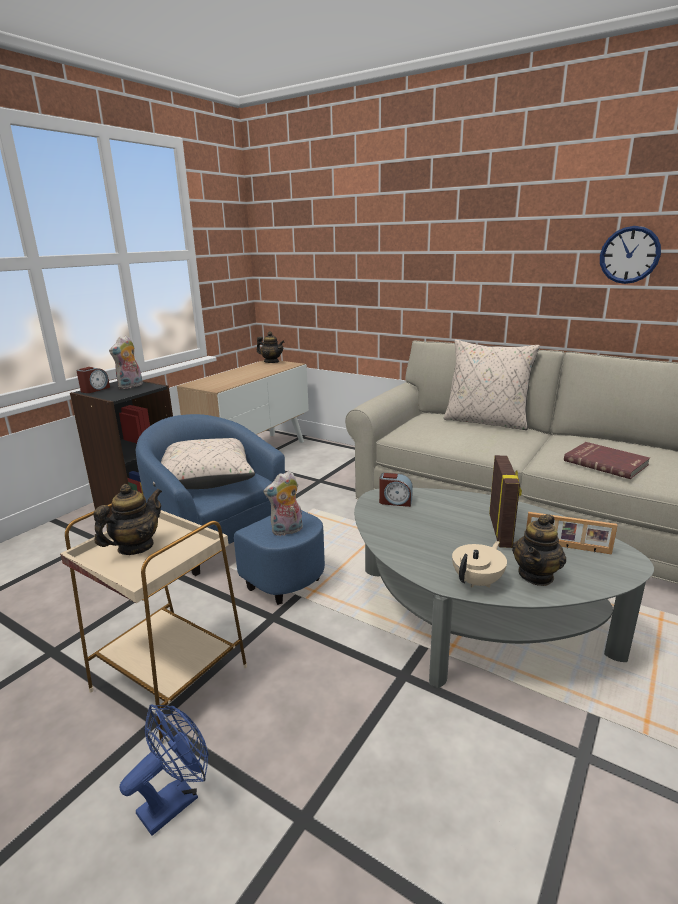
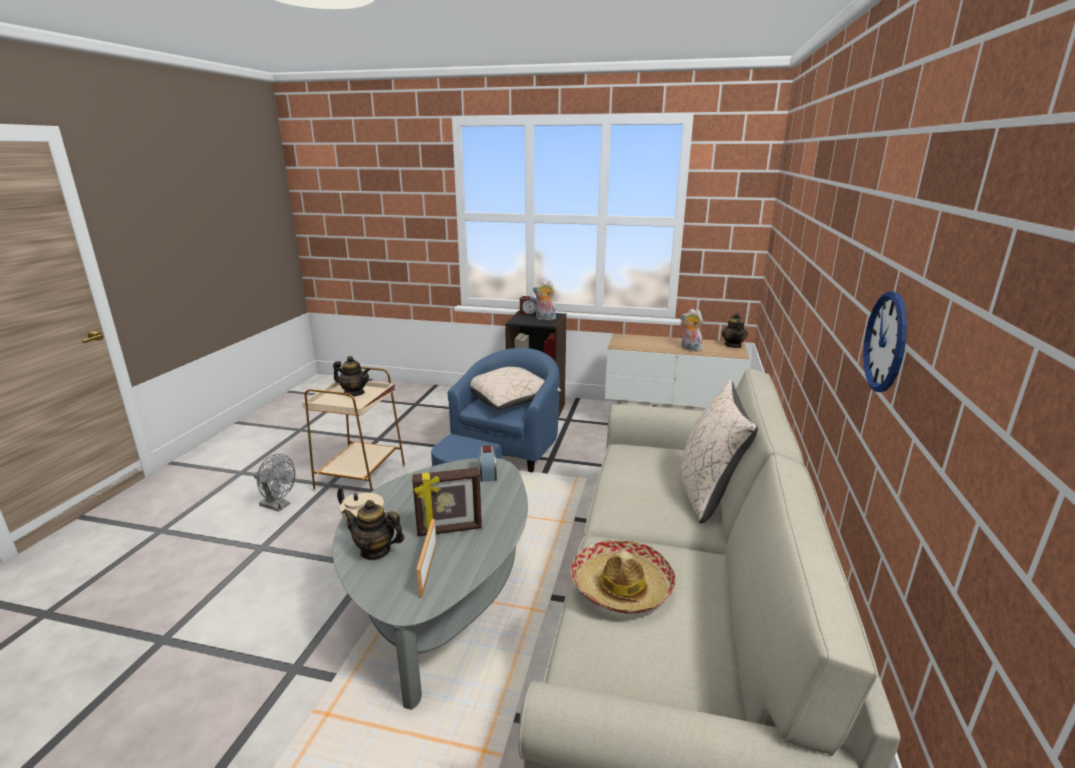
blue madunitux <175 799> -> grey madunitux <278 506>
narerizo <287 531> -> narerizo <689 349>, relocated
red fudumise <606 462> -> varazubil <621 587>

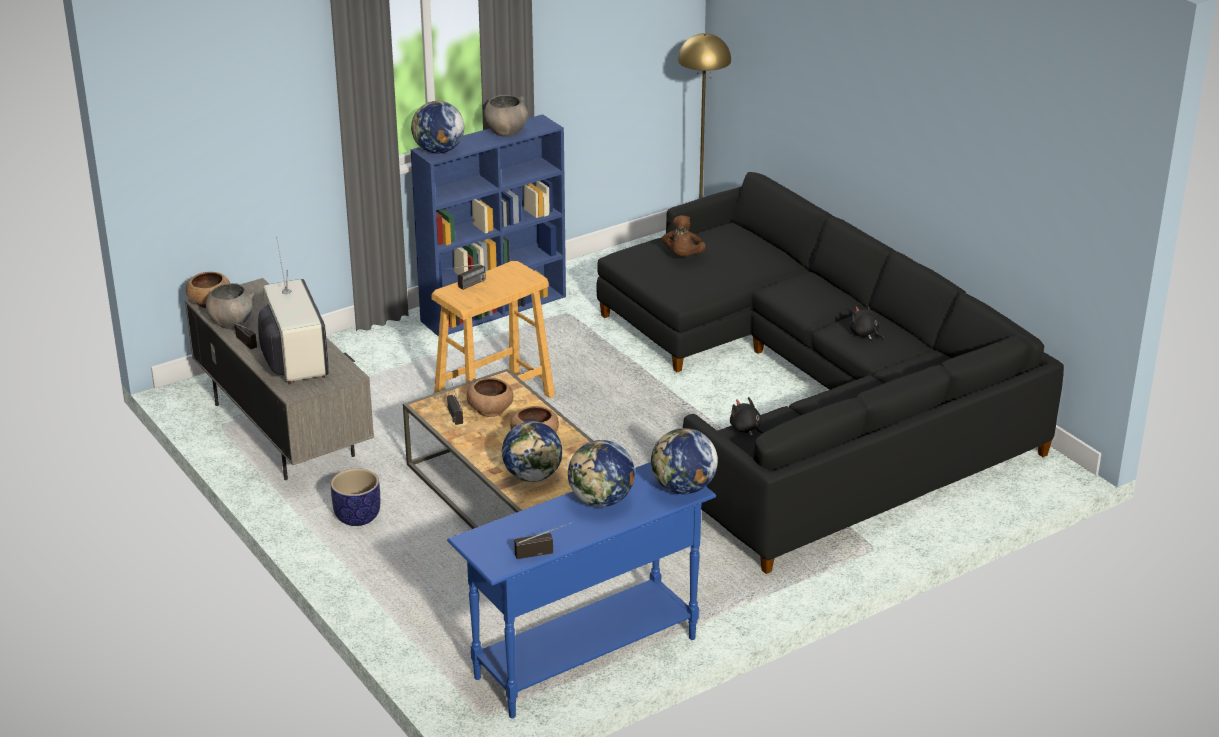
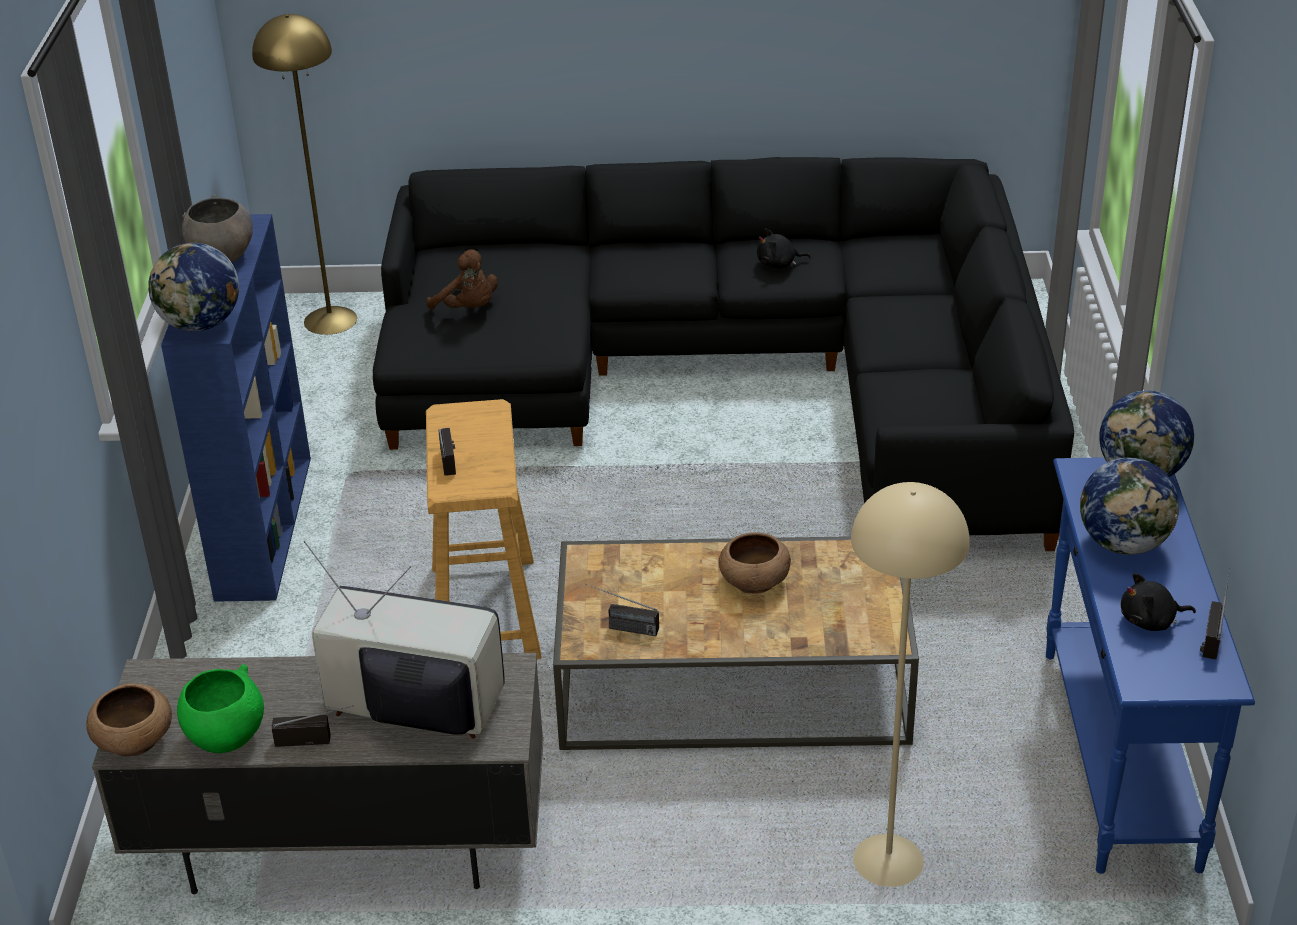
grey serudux <231 322> -> green serudux <225 737>
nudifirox <358 516> -> none
brown serudux <490 409> -> none
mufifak <533 476> -> none
black narerizo <746 429> -> black narerizo <1150 621>, relocated
none -> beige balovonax <887 862>

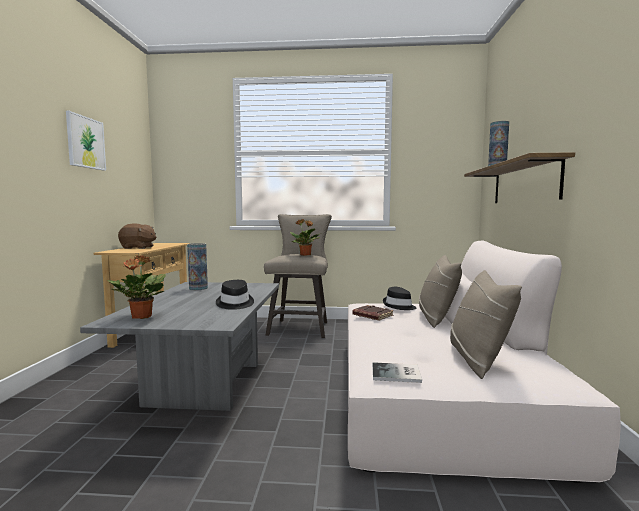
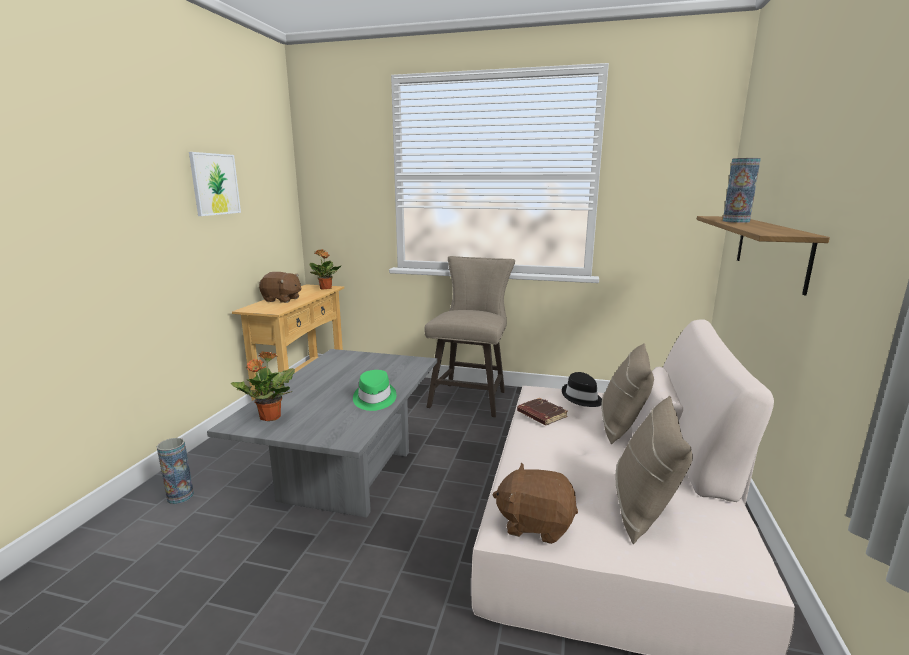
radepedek <198 288> -> radepedek <180 496>, relocated
black varazubil <234 304> -> green varazubil <374 399>
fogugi <305 255> -> fogugi <325 288>, relocated
fudumise <397 374> -> brown narerizo <535 523>

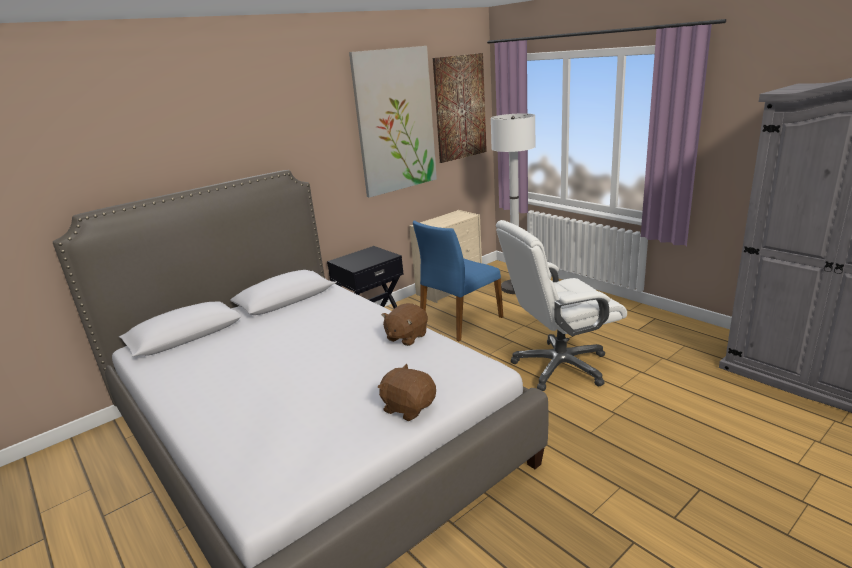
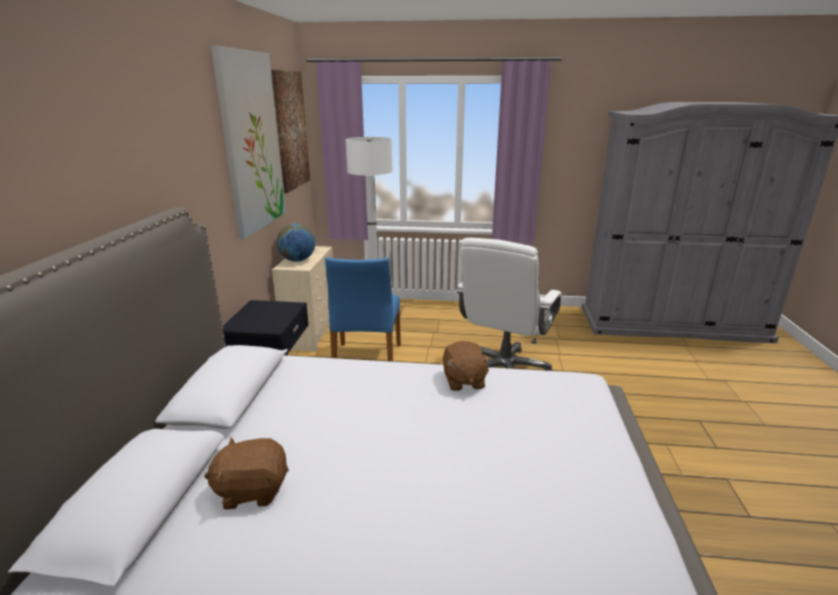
brown narerizo <408 407> -> brown narerizo <252 490>, relocated
none -> mufifak <297 260>

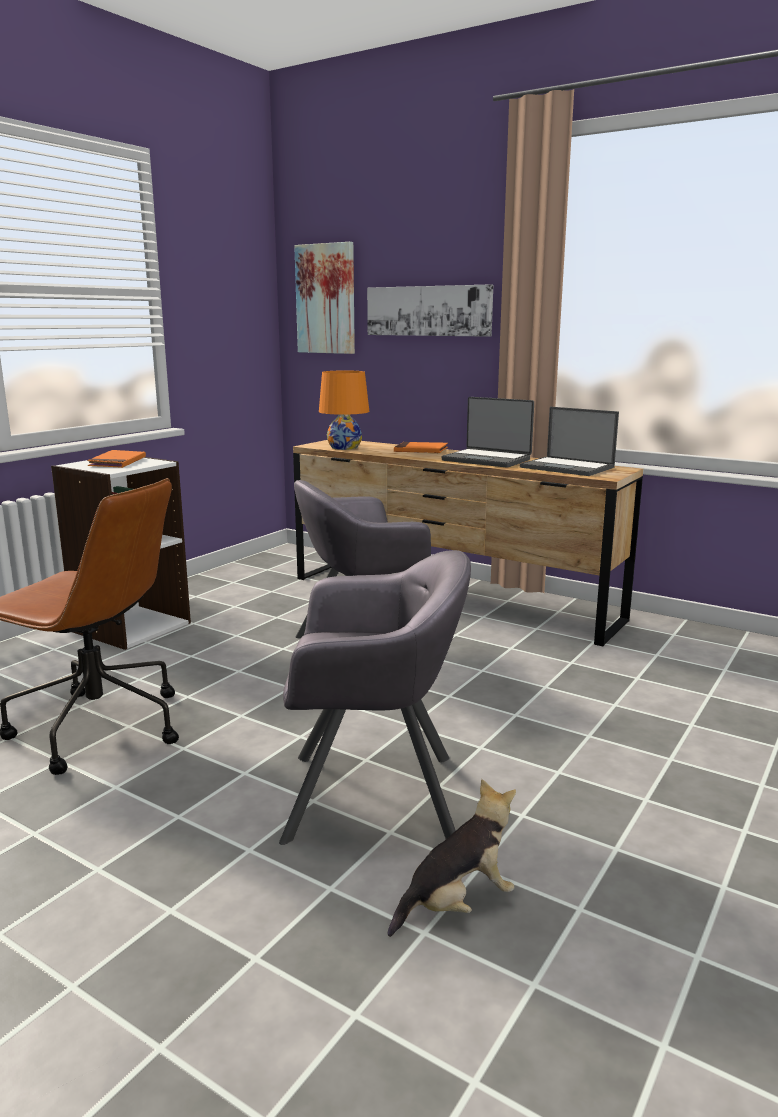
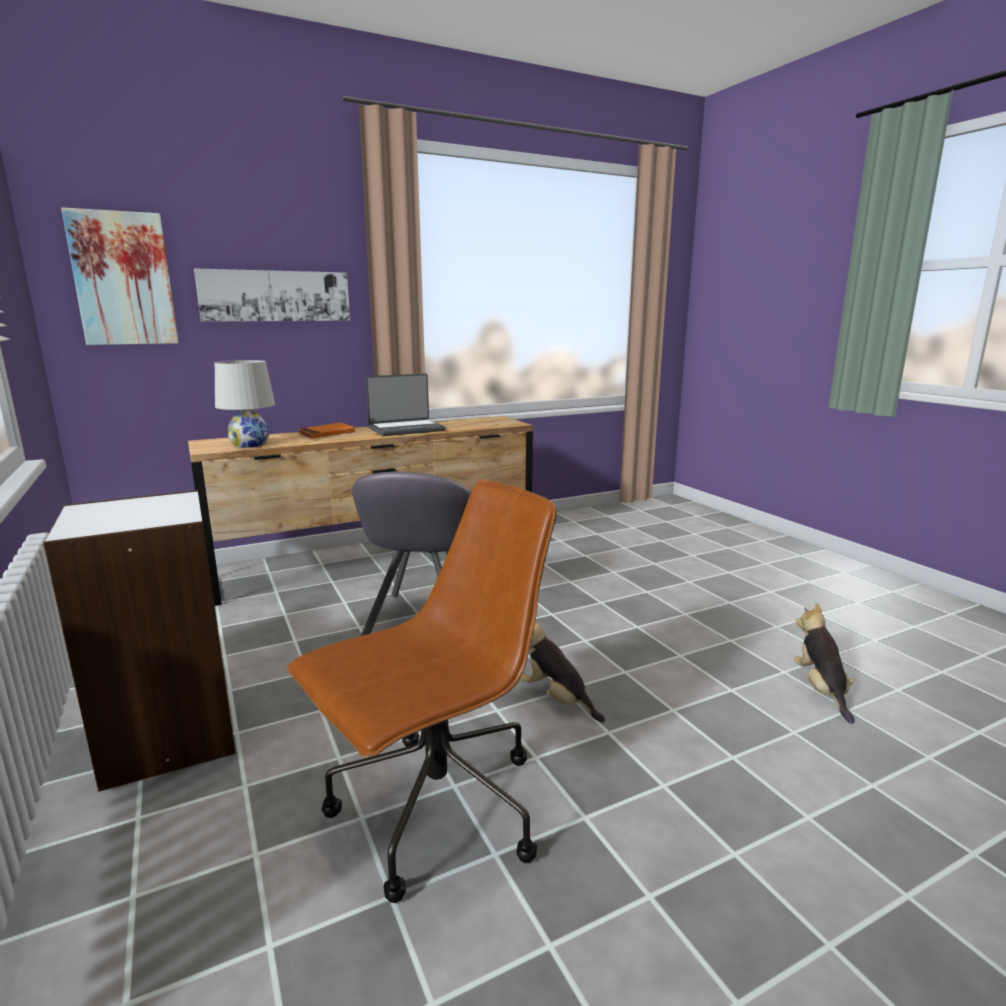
orange fudumise <117 462> -> none
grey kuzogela <374 797> -> none
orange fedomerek <344 447> -> white fedomerek <249 445>
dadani <568 467> -> none
none -> narerizo <556 699>

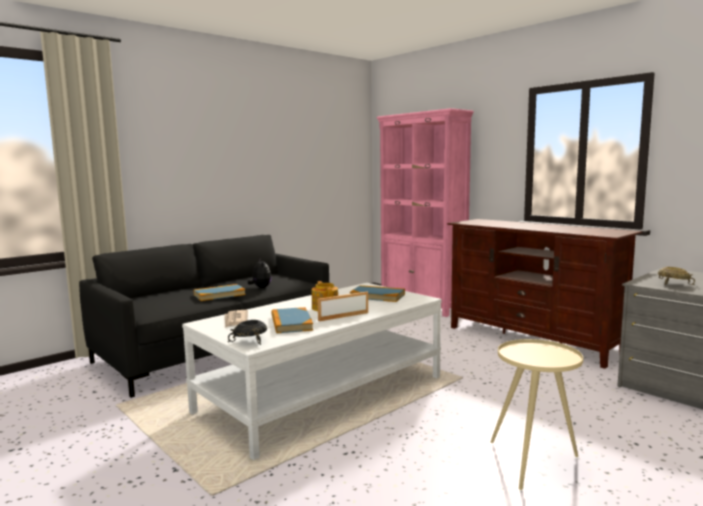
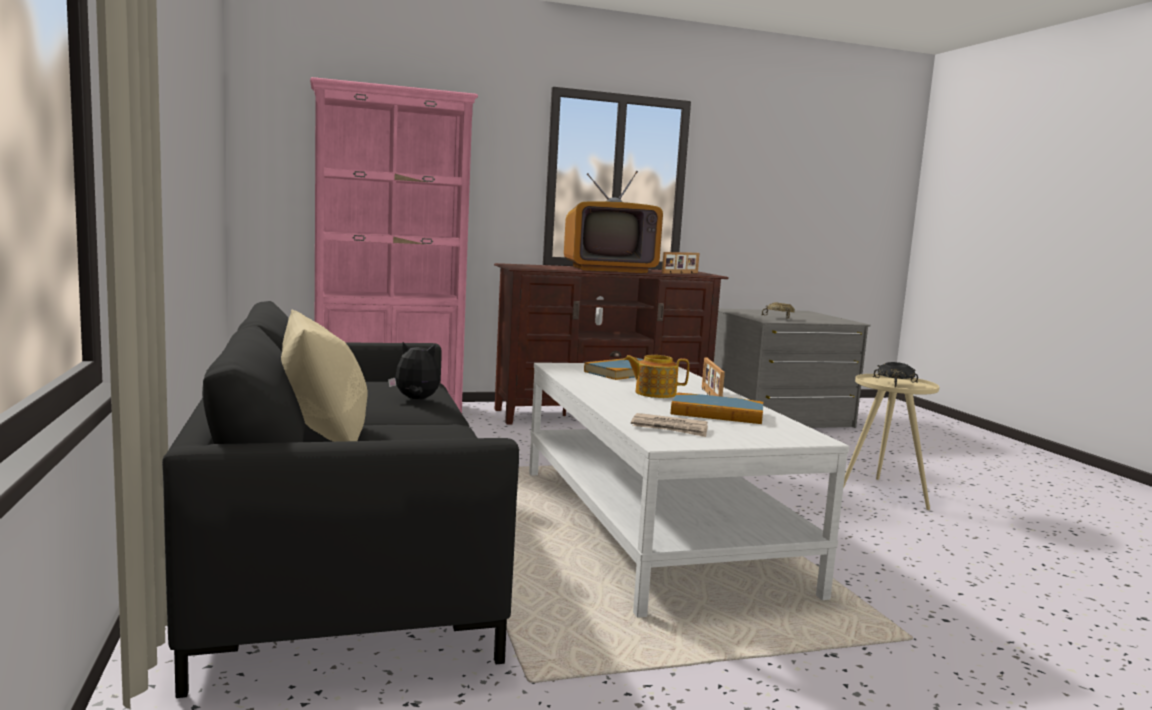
fudumise <219 295> -> none
black serudux <251 341> -> black serudux <894 384>, relocated
none -> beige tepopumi <324 434>
none -> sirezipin <609 269>
none -> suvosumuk <680 273>

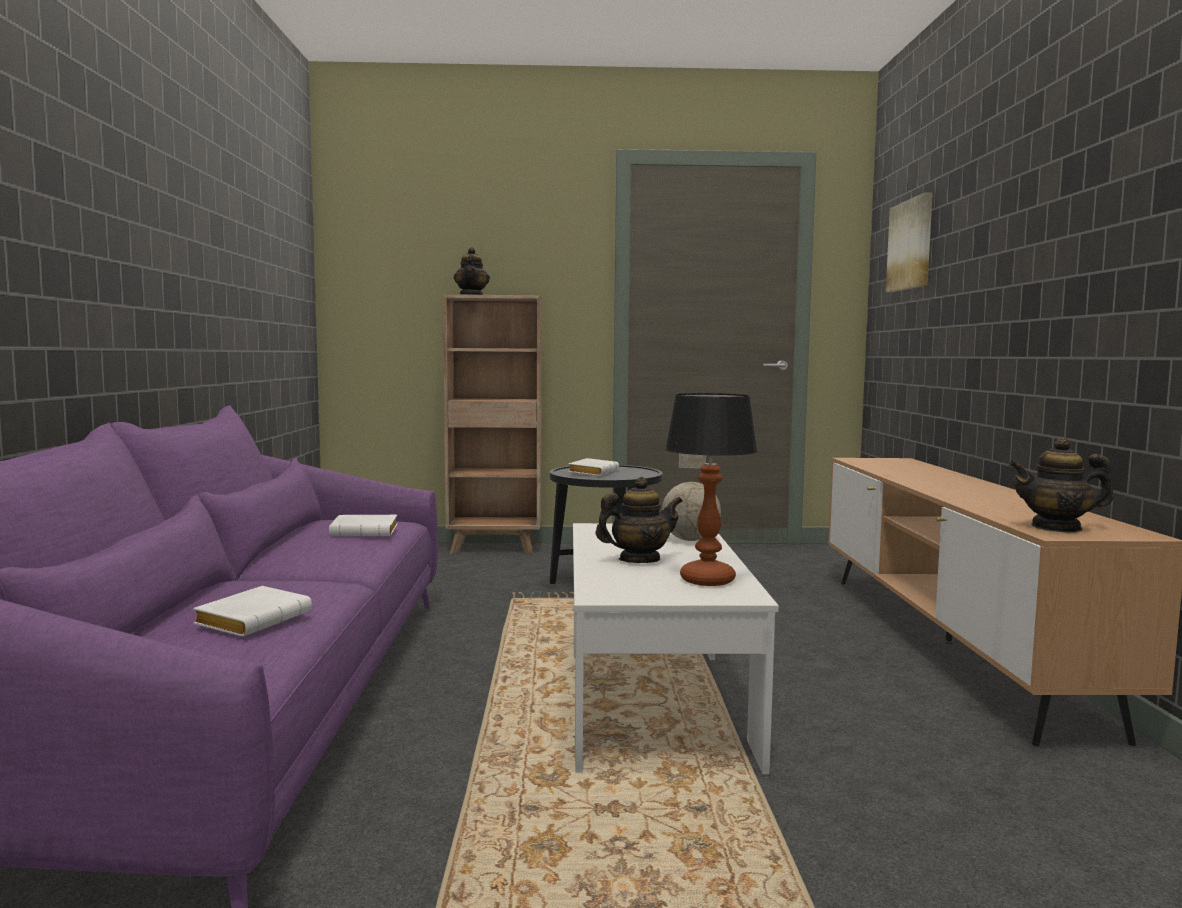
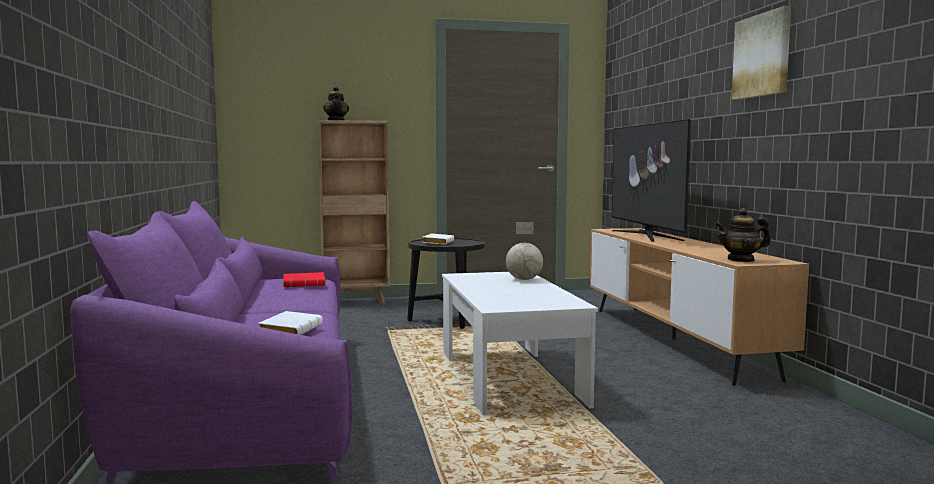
white fudumise <366 532> -> red fudumise <305 284>
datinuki <639 560> -> none
fedomerek <707 579> -> none
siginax <911 245> -> siginax <762 55>, relocated
none -> sirezipin <646 235>

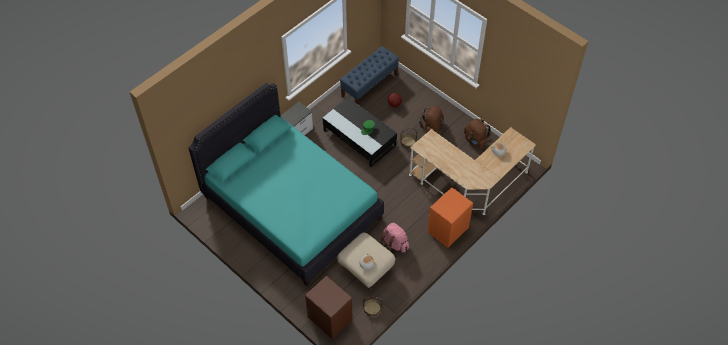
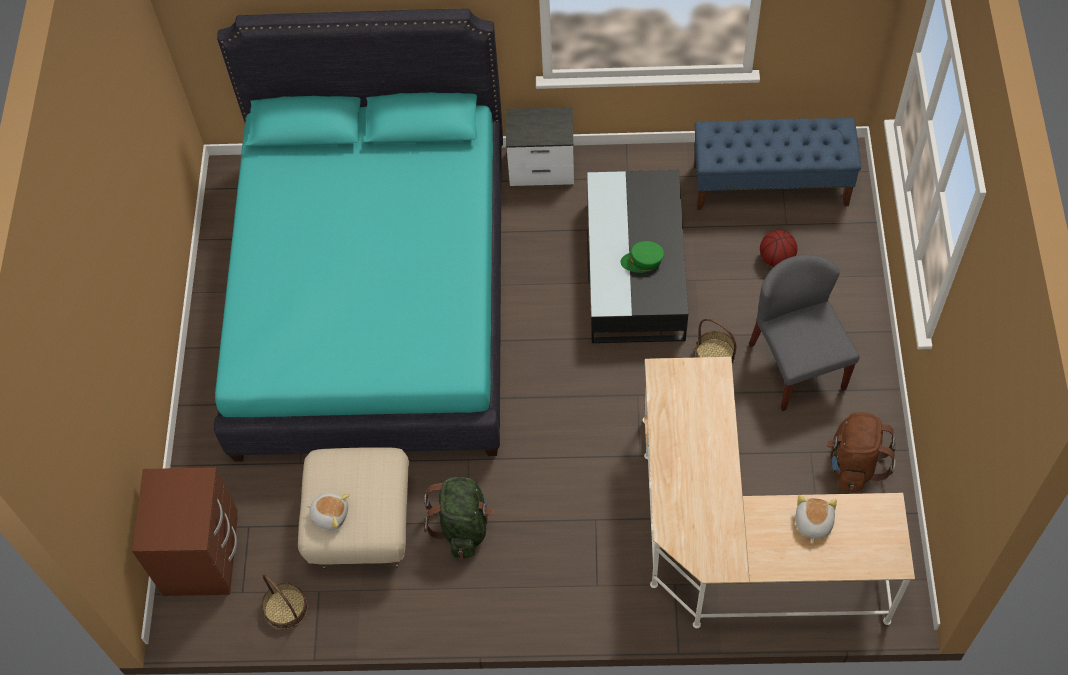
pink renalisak <394 244> -> green renalisak <463 526>
brown renalisak <432 128> -> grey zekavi <796 365>
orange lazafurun <447 229> -> none

